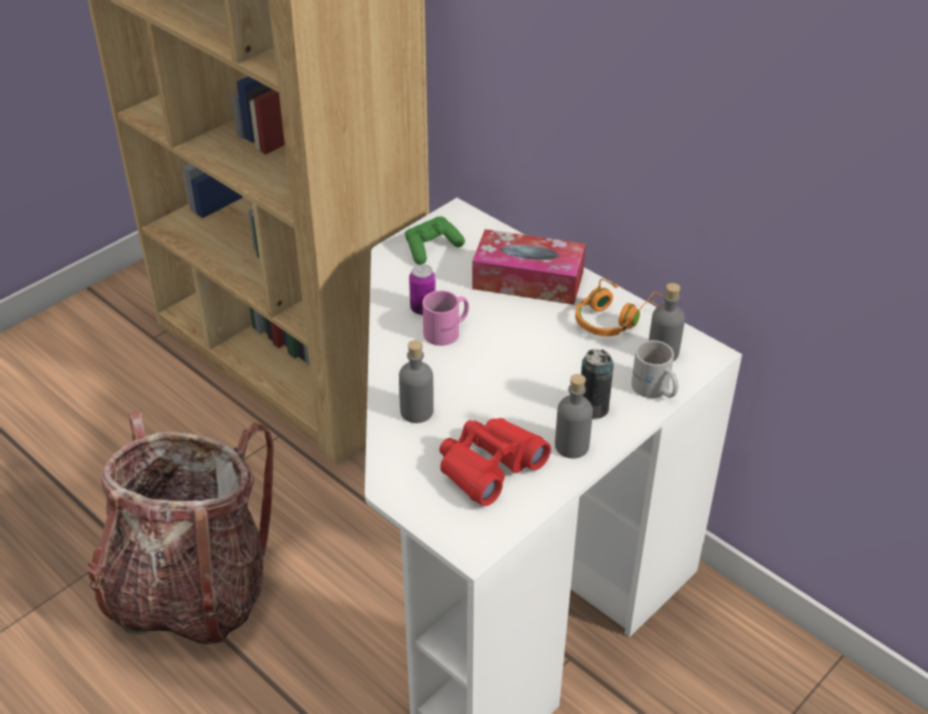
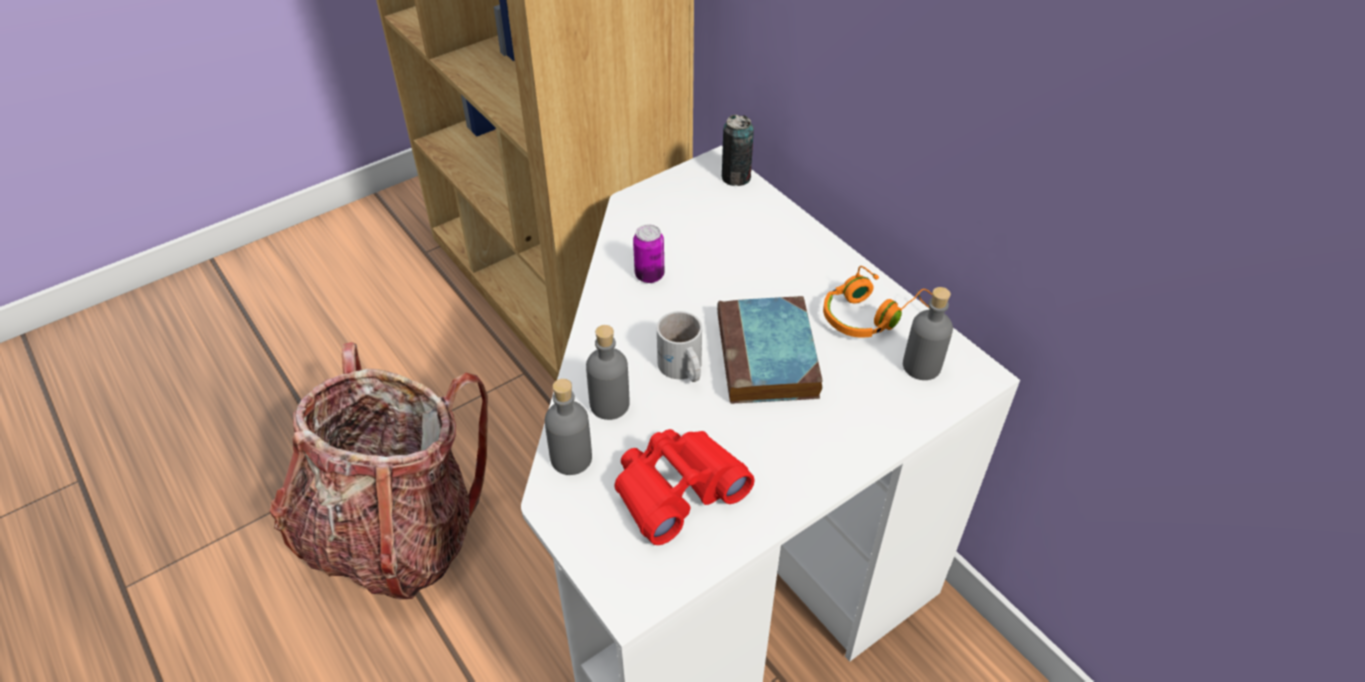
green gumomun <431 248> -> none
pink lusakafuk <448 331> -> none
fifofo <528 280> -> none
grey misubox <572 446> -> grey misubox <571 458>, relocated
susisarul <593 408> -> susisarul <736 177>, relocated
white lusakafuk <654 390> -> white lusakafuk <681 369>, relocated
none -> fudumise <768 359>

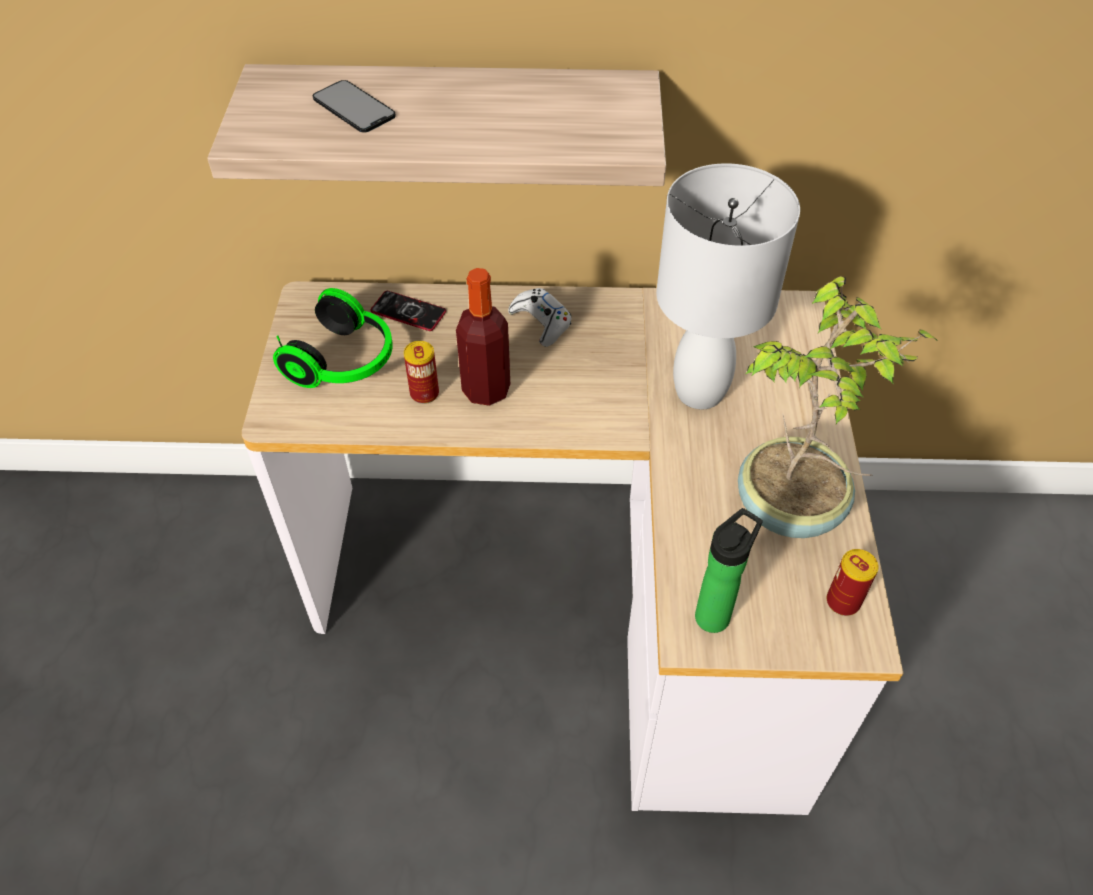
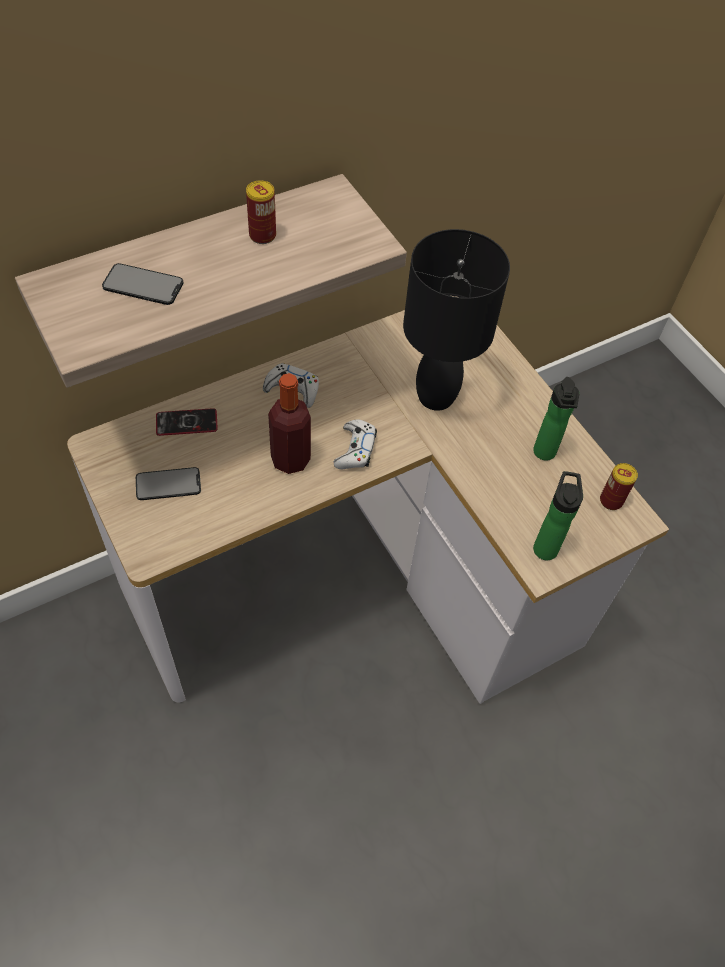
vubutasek <345 362> -> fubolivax <168 484>
susisarul <424 393> -> susisarul <262 235>, relocated
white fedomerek <701 392> -> black fedomerek <437 396>
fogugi <791 510> -> misubox <544 454>
none -> white gumomun <355 450>

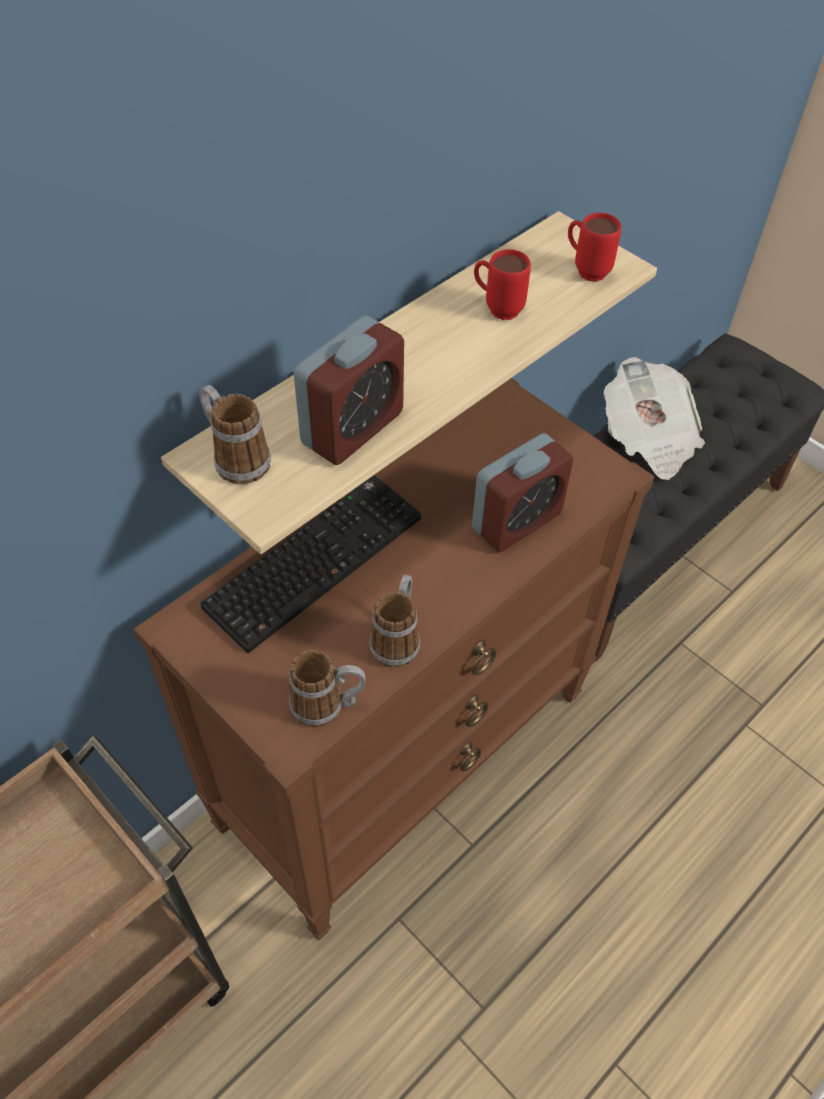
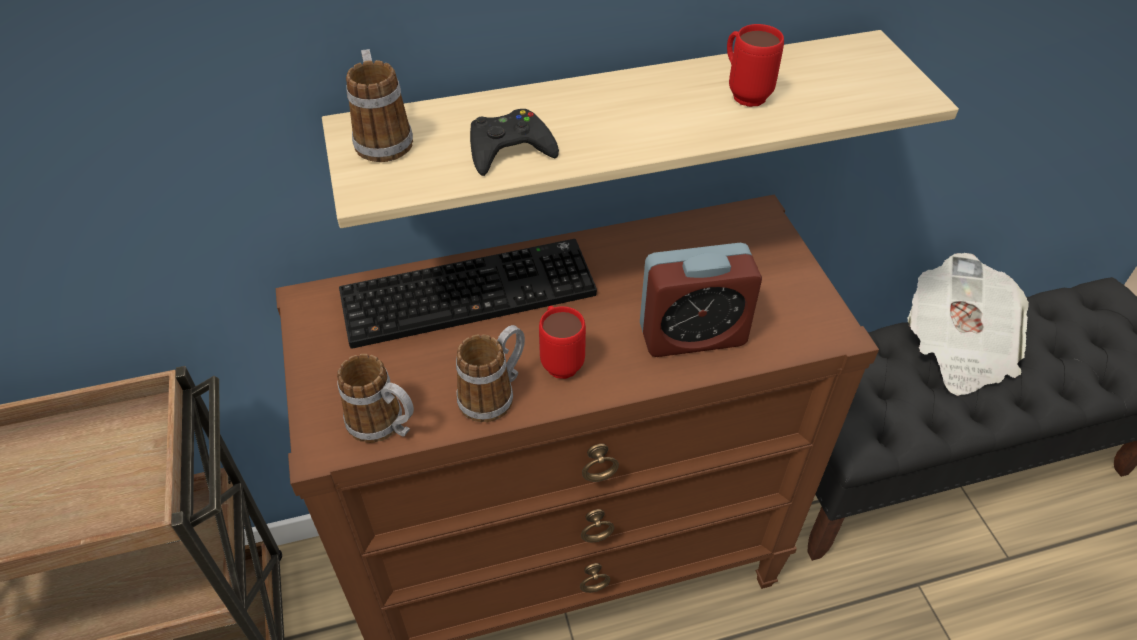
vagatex <352 428> -> black gumomun <509 149>
red lusakafuk <585 270> -> red lusakafuk <559 360>, relocated

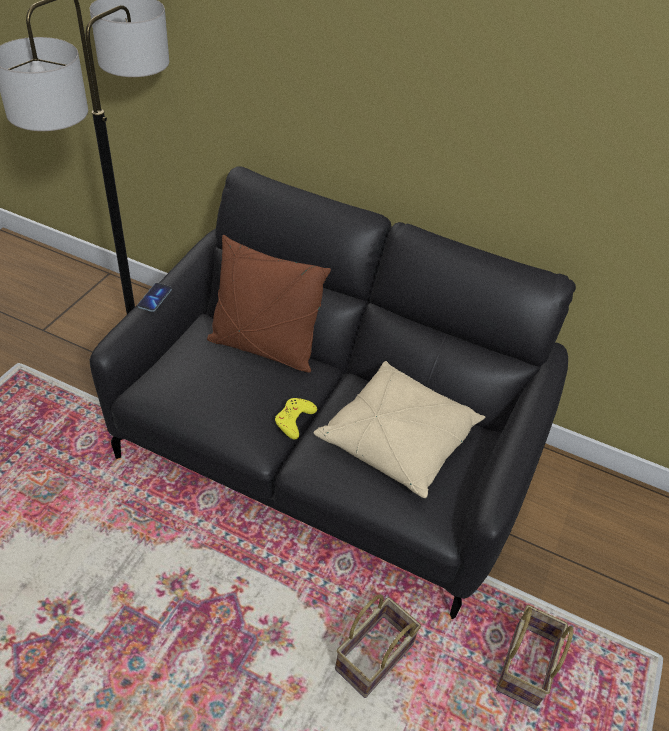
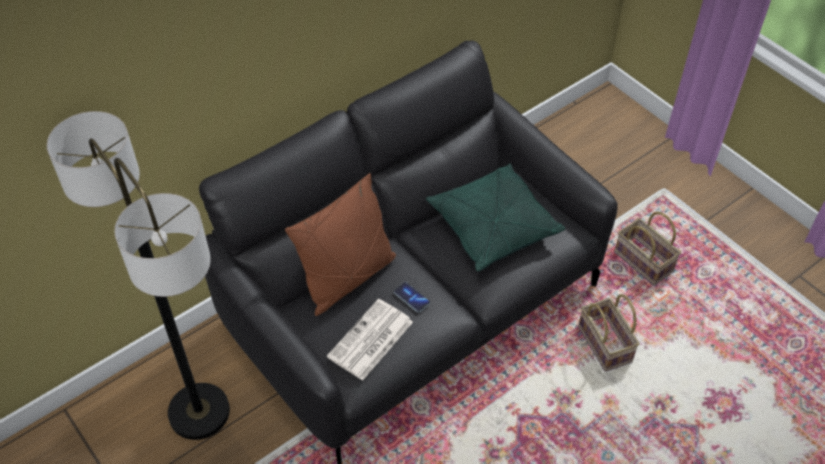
fubolivax <155 298> -> fubolivax <411 298>, relocated
yellow gumomun <294 420> -> none
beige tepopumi <398 439> -> green tepopumi <492 227>
none -> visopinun <370 341>

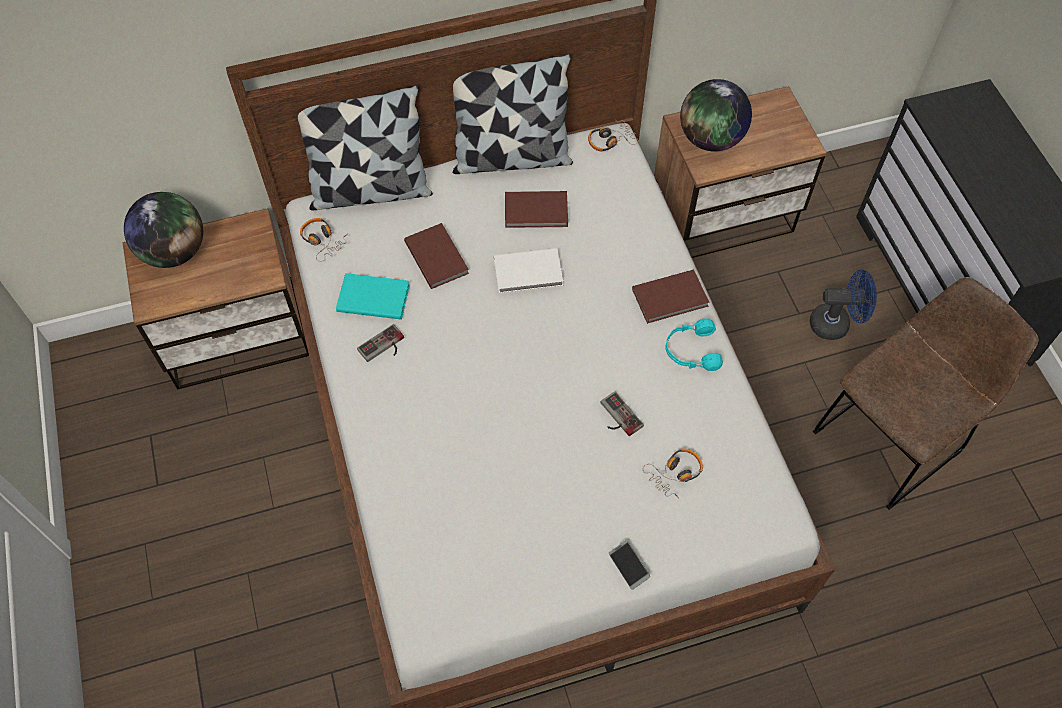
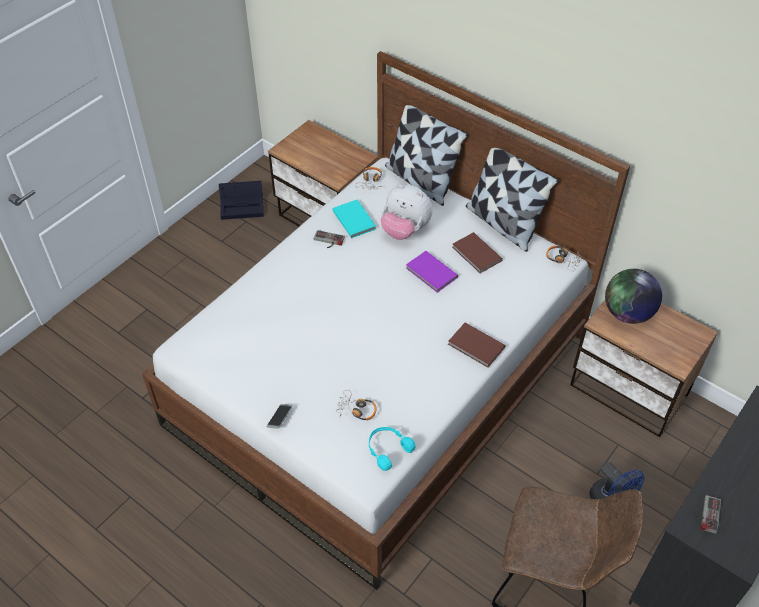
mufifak <174 251> -> none
brown fudumise <437 256> -> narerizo <405 230>
white fudumise <529 273> -> purple fudumise <431 273>
gumomun <617 417> -> gumomun <705 513>, relocated
turquoise vubutasek <691 351> -> turquoise vubutasek <387 449>, relocated
none -> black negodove <243 206>

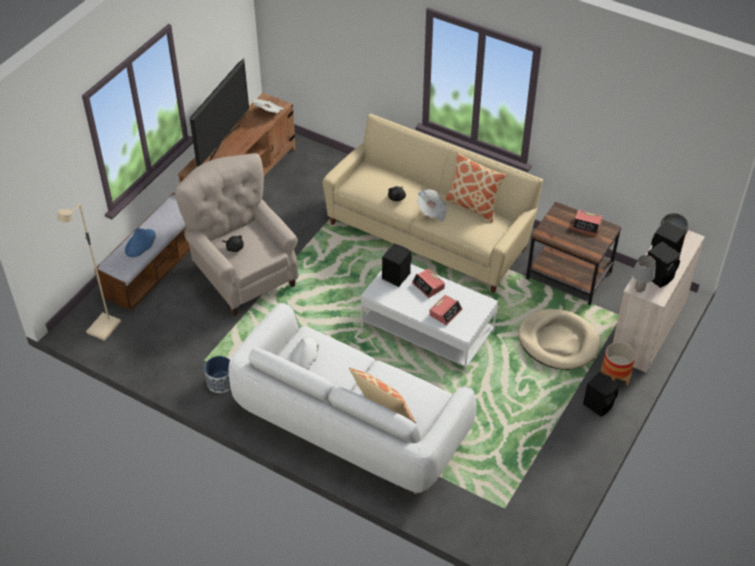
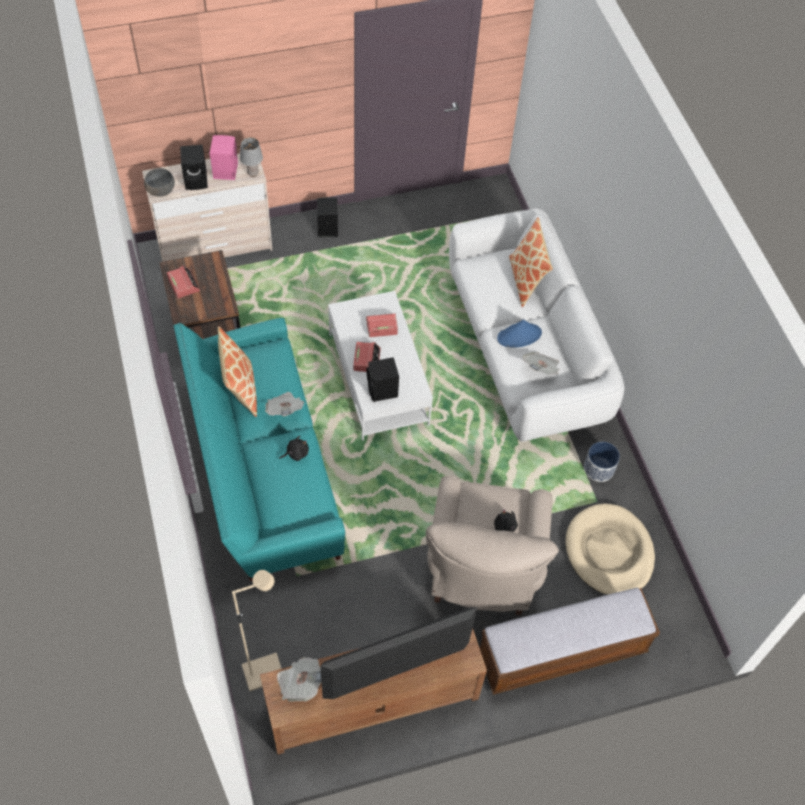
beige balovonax <104 328> -> beige balovonax <263 671>, relocated
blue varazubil <140 244> -> blue varazubil <519 336>, relocated
white varazubil <304 354> -> visopinun <541 369>
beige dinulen <430 233> -> turquoise dinulen <262 469>
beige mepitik <558 342> -> beige mepitik <609 552>, relocated
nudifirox <614 380> -> none
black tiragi <659 276> -> pink tiragi <224 170>

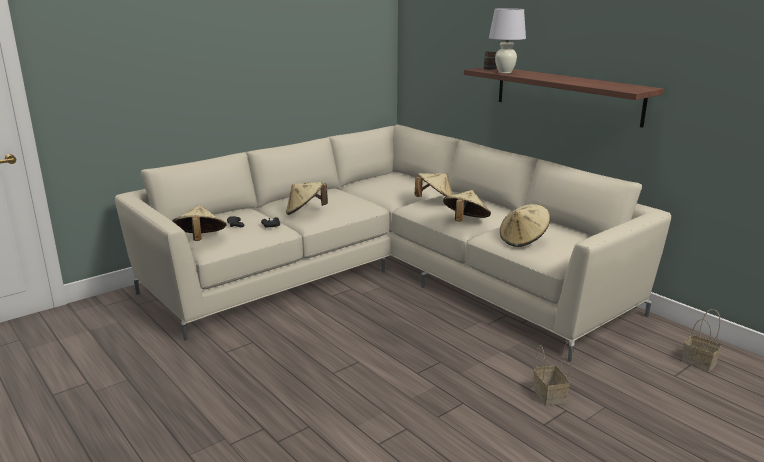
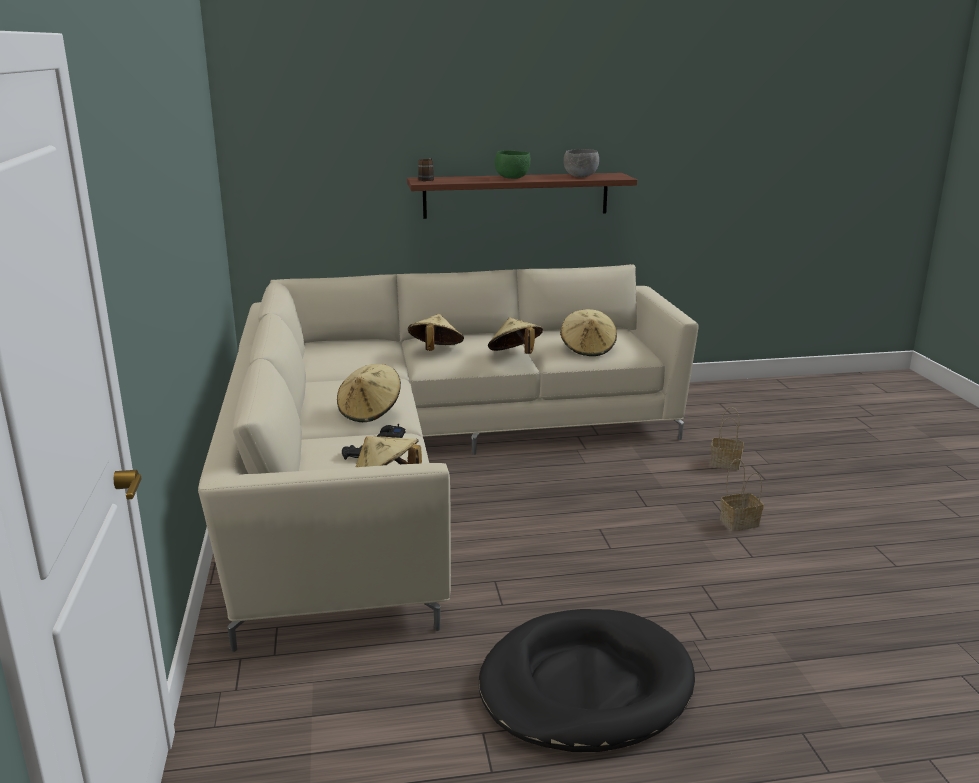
white fedomerek <505 72> -> none
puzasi <700 362> -> puzasi <740 522>, relocated
none -> black mepitik <585 686>
none -> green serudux <513 178>
none -> grey serudux <581 177>

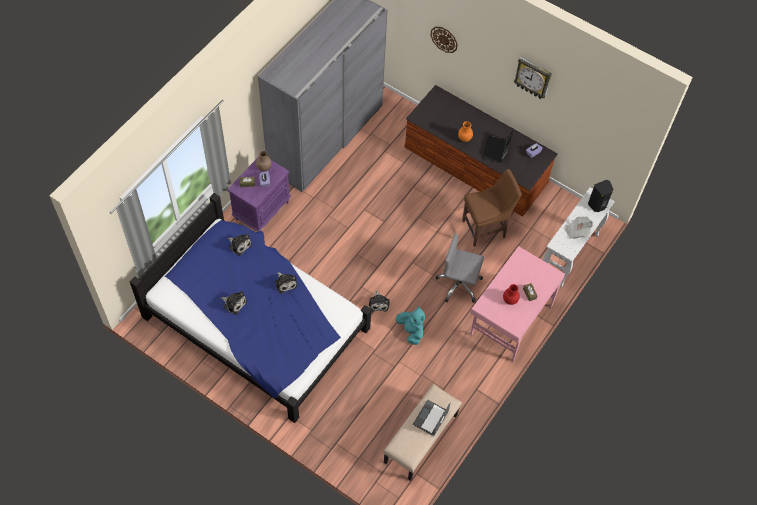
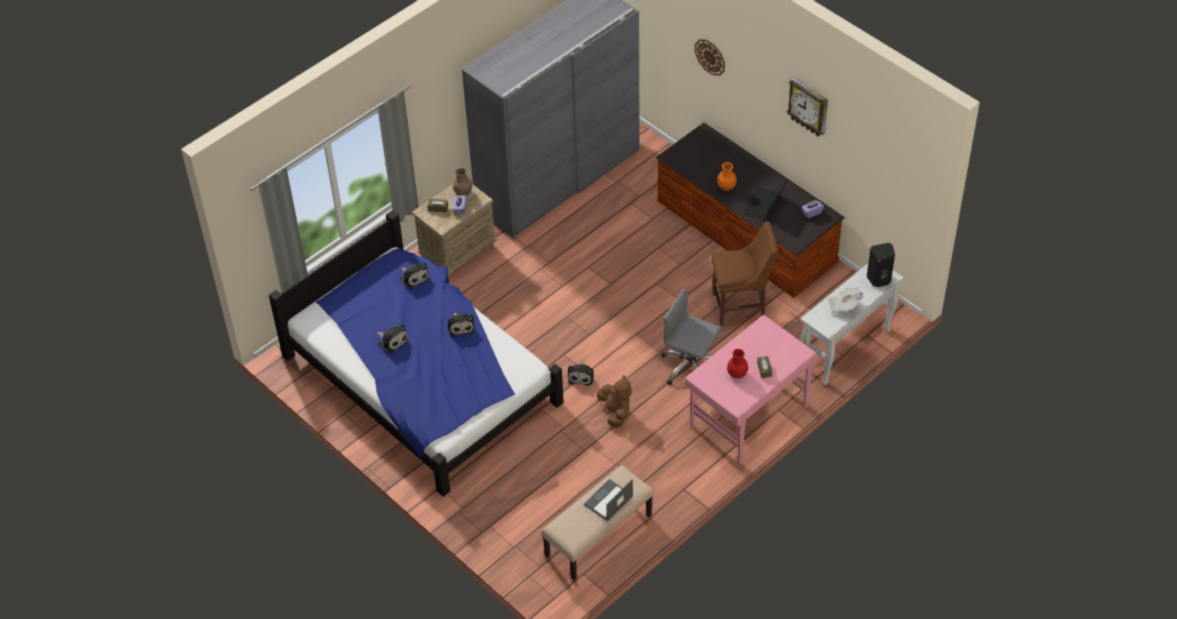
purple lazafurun <262 210> -> beige lazafurun <458 253>
turquoise narerizo <411 331> -> brown narerizo <615 412>

